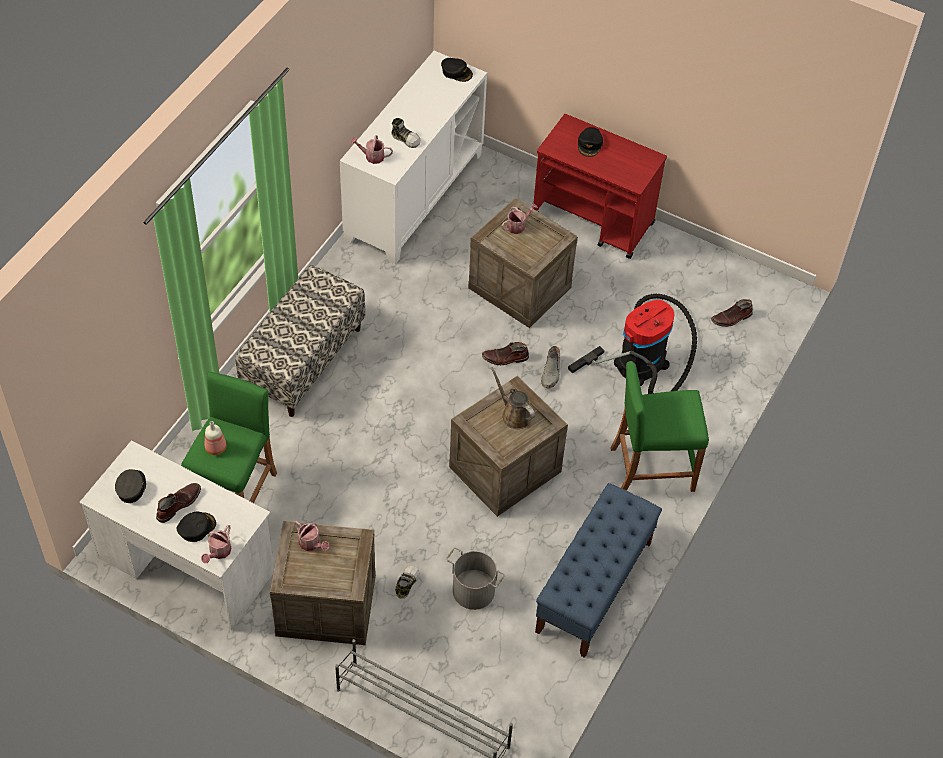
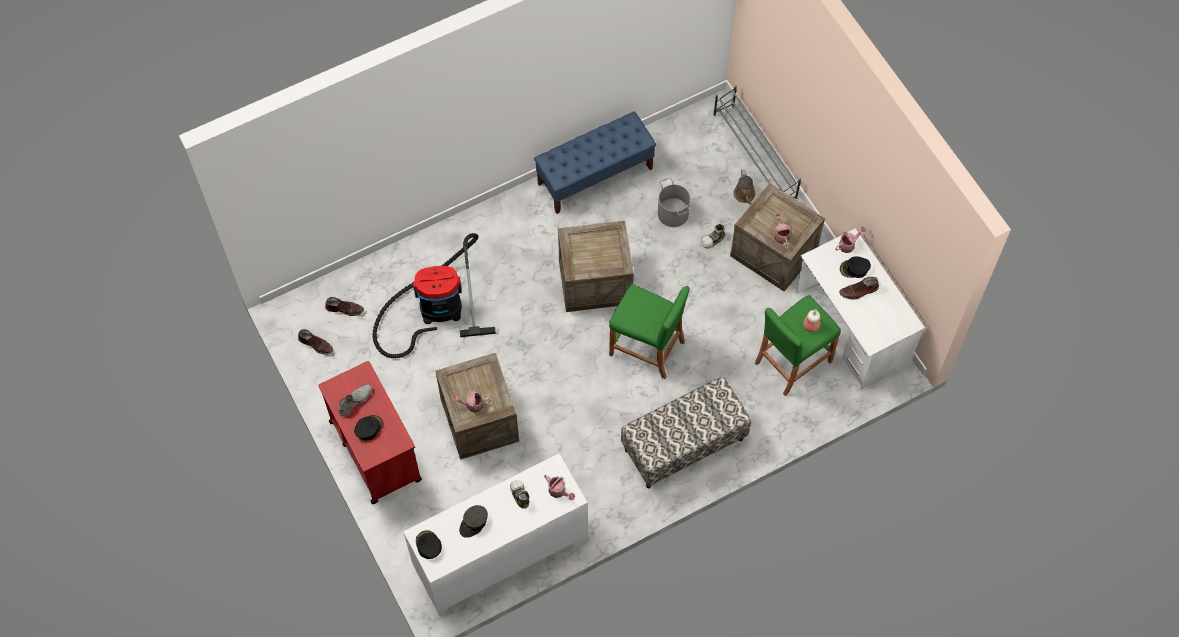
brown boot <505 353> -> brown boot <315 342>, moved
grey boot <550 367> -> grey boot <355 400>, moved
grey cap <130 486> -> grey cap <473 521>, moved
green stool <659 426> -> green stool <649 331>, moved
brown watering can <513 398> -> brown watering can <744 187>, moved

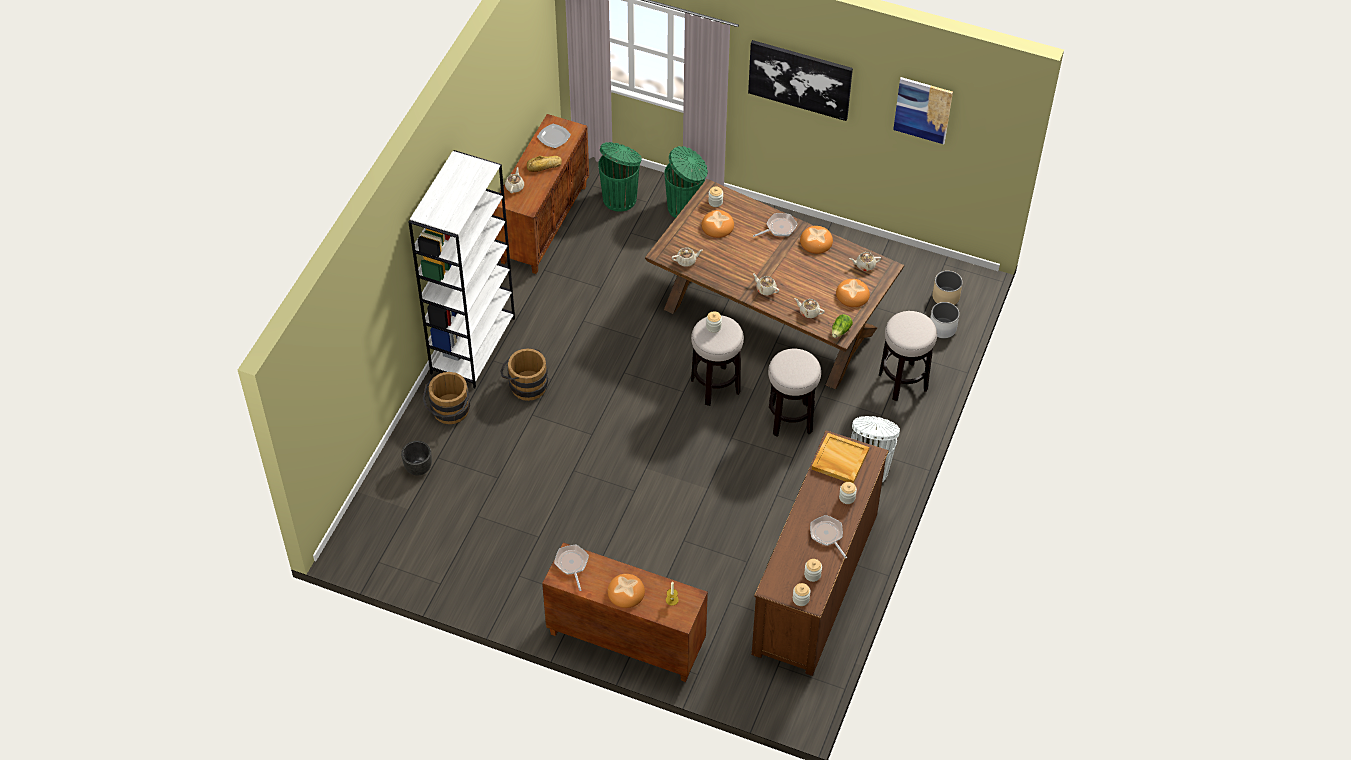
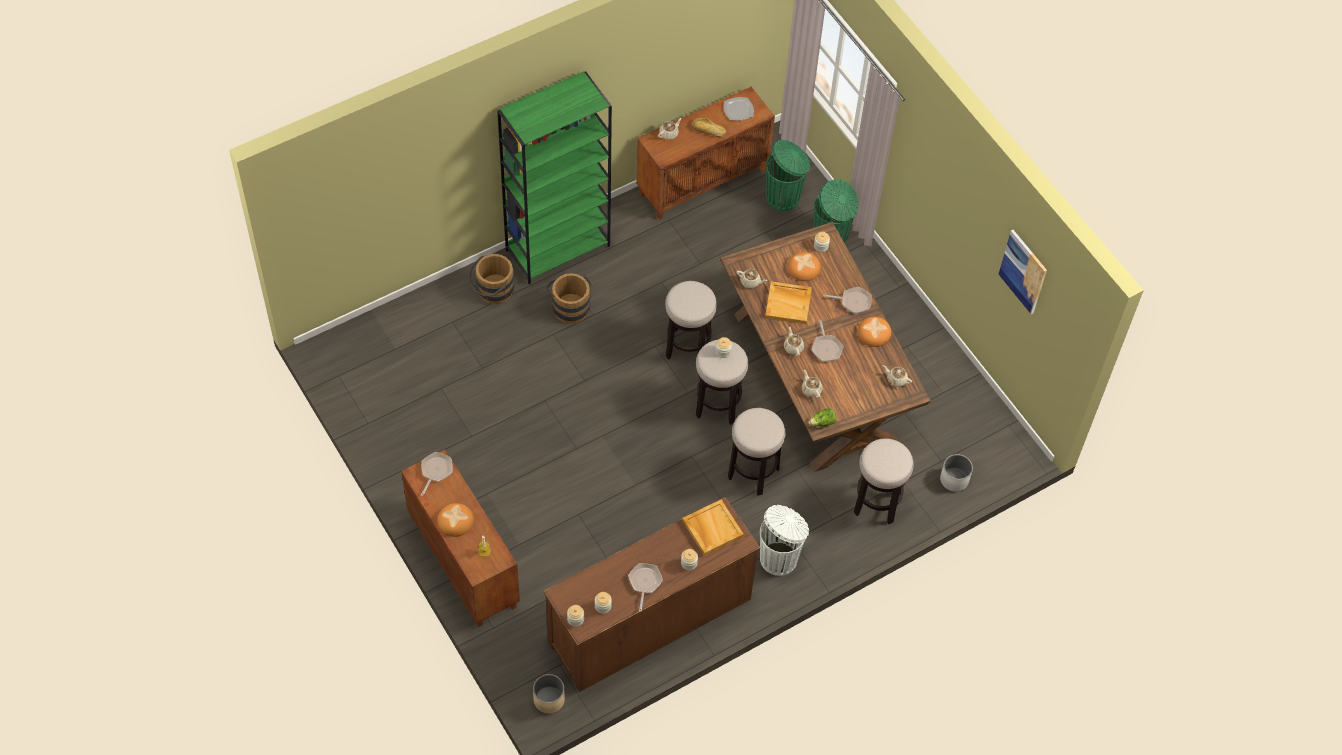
white bookcase <461 269> -> green bookcase <554 177>
beige planter <947 288> -> beige planter <549 694>, moved
none -> stool <691 320>
none -> beige tray <788 302>
none -> frying pan <827 341>
black planter <416 458> -> none
picture <800 80> -> none
bread <853 293> -> none

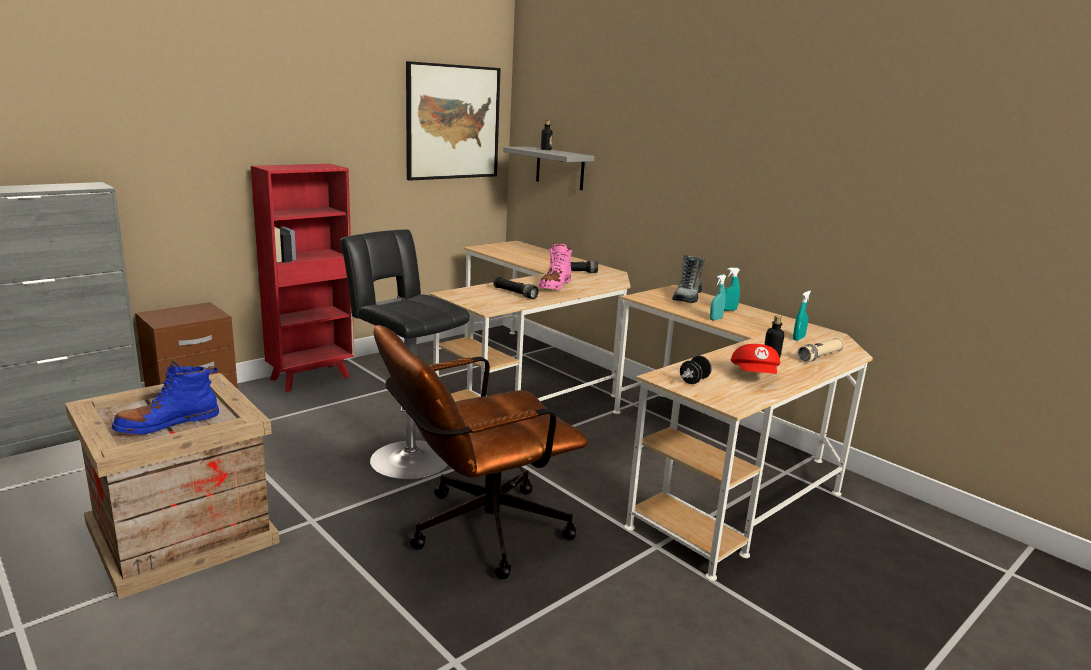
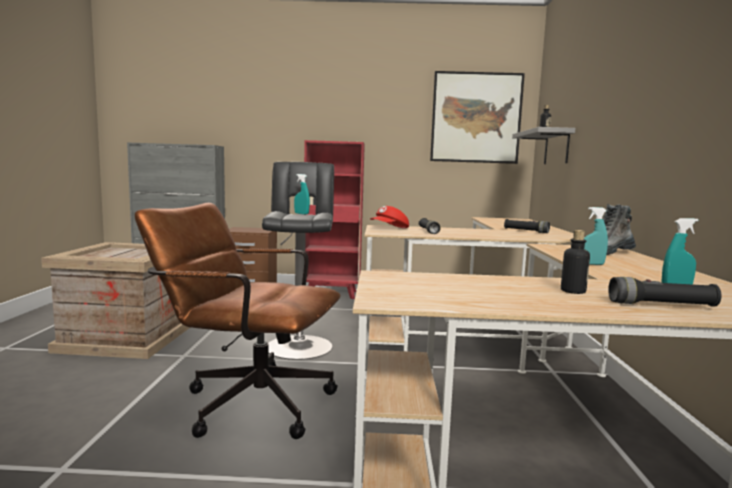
turquoise spray bottle <732 289> -> turquoise spray bottle <302 194>, moved
red cap <755 359> -> red cap <389 217>, moved
beige flashlight <821 350> -> black flashlight <664 292>
blue boot <165 397> -> none
pink boot <555 267> -> none
black dumbbell <696 370> -> none

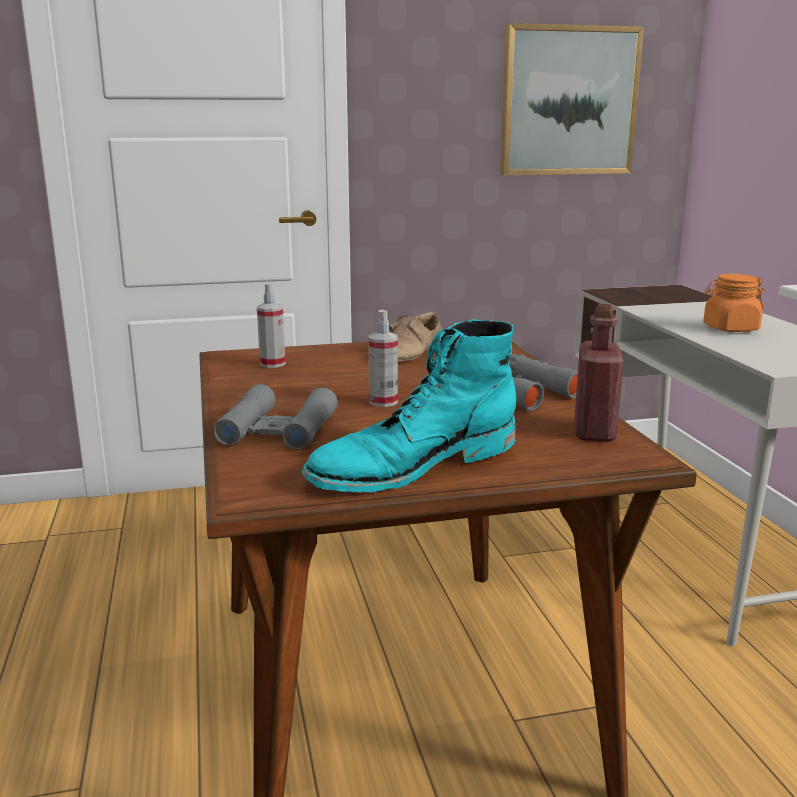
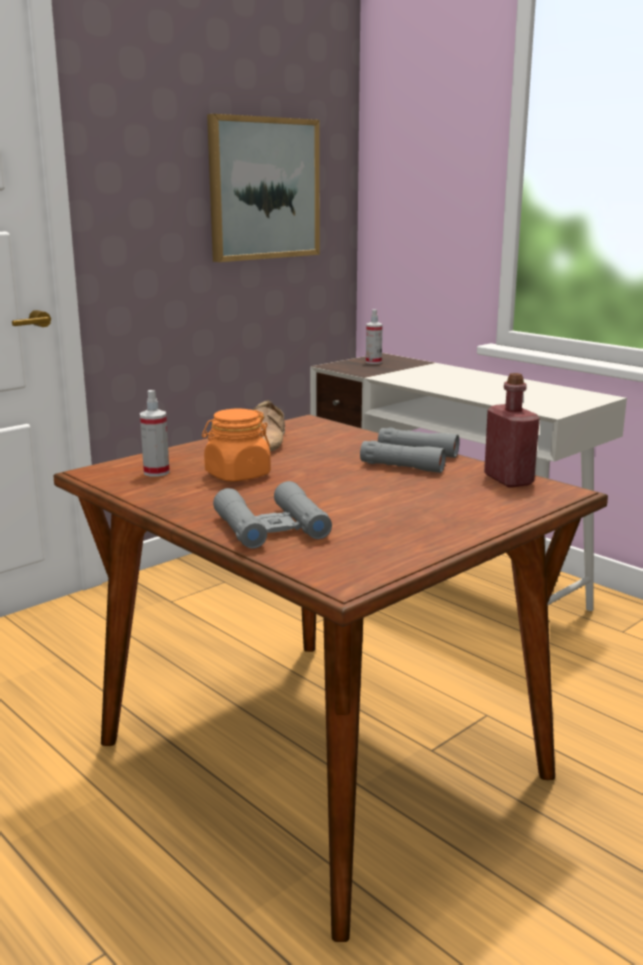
orange jar <733 303> -> orange jar <236 445>, moved
spray bottle <383 358> -> spray bottle <374 336>, moved
turquoise boot <409 406> -> none

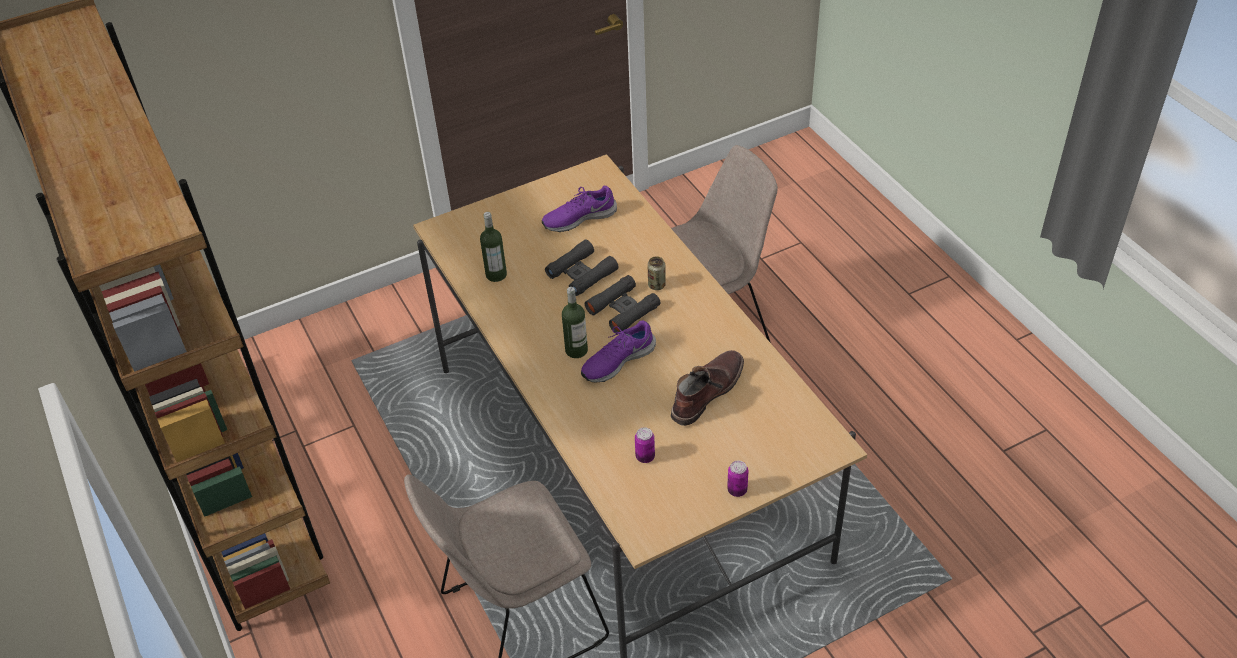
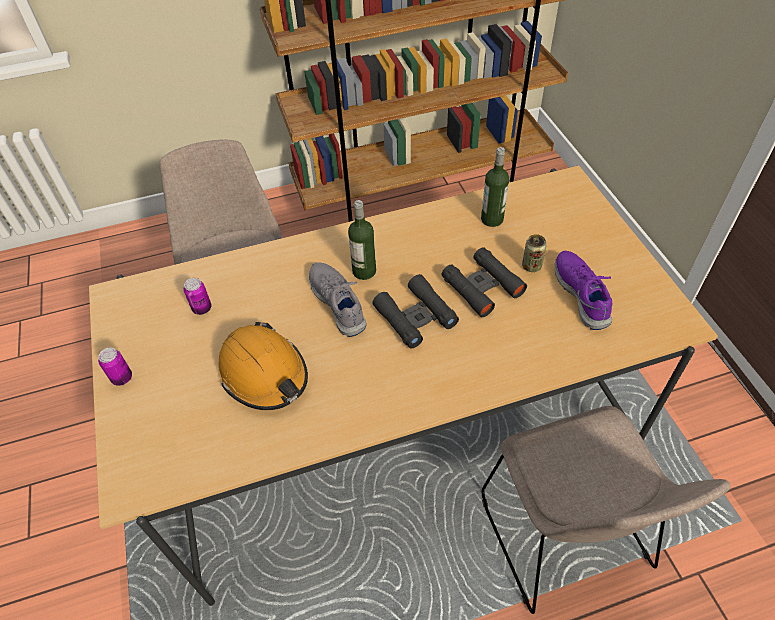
brown boot <707 388> -> orange hard hat <263 366>
purple shoe <618 352> -> grey shoe <337 299>
can <656 273> -> can <534 253>, moved

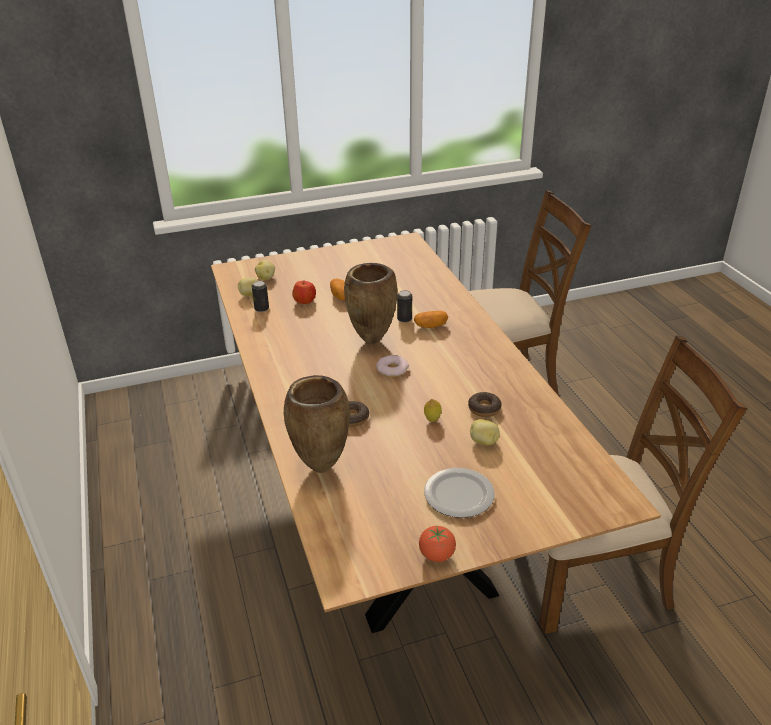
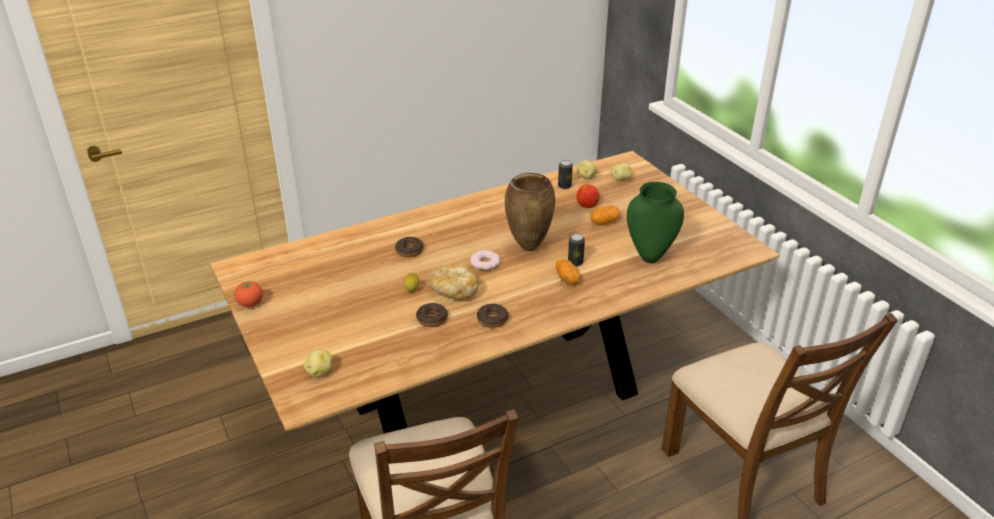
potato <485 432> -> potato <318 363>, moved
none -> bread <454 282>
none -> donut <492 316>
none -> green vase <655 222>
brown vase <317 424> -> none
plate <459 493> -> none

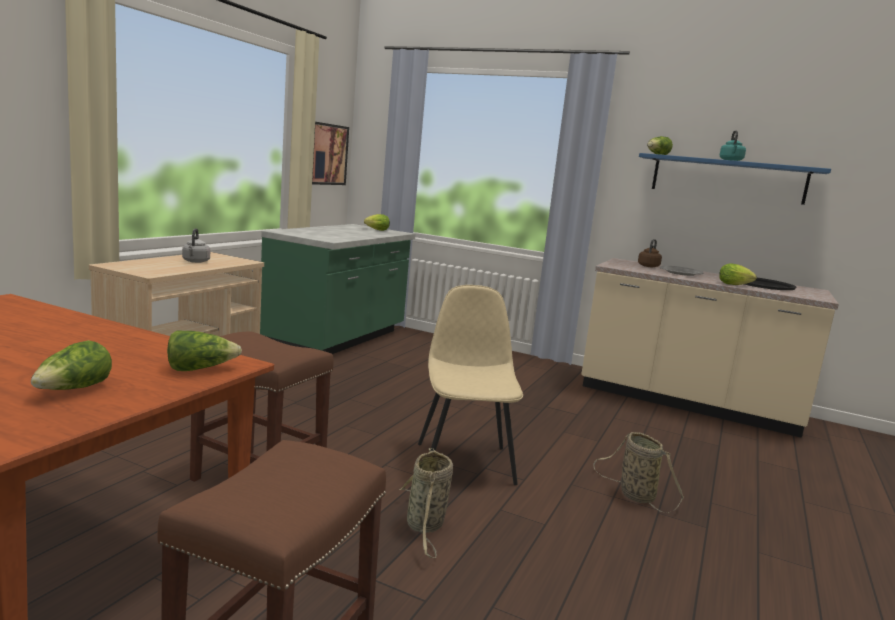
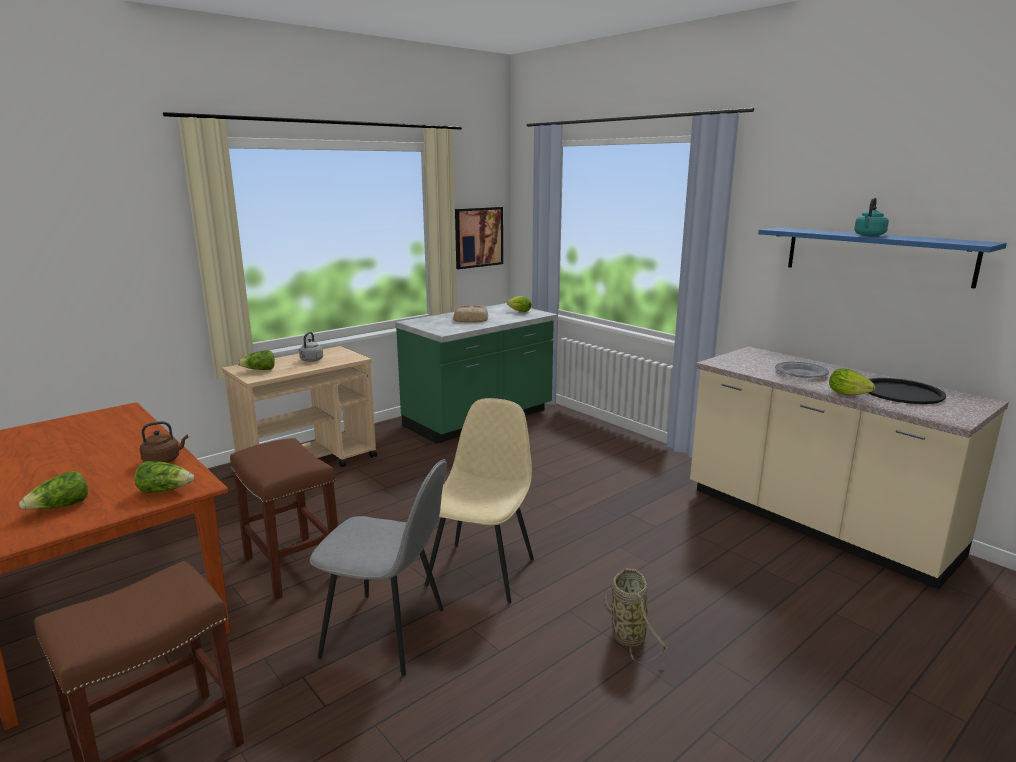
brown kettle <650 253> -> brown kettle <164 442>, moved
lettuce <660 145> -> lettuce <256 360>, moved
basket <426 503> -> grey chair <378 567>
none -> bread <470 313>

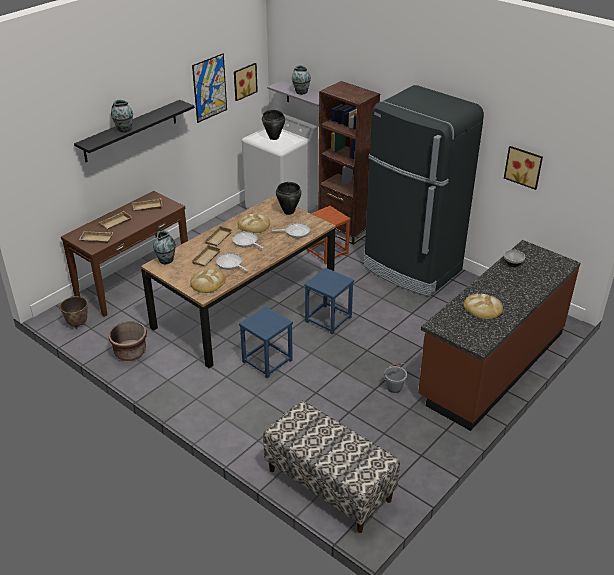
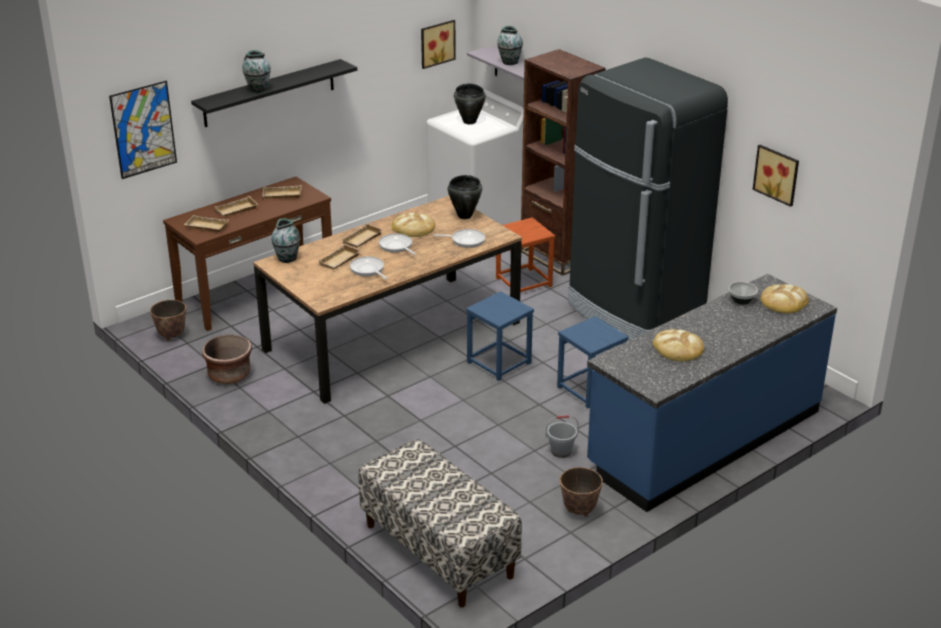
picture <209 88> -> picture <143 130>, moved
blue stool <266 342> -> blue stool <592 362>, moved
none -> planter <581 492>
brown counter <499 335> -> blue counter <712 393>
bread <208 281> -> bread <785 298>, moved

